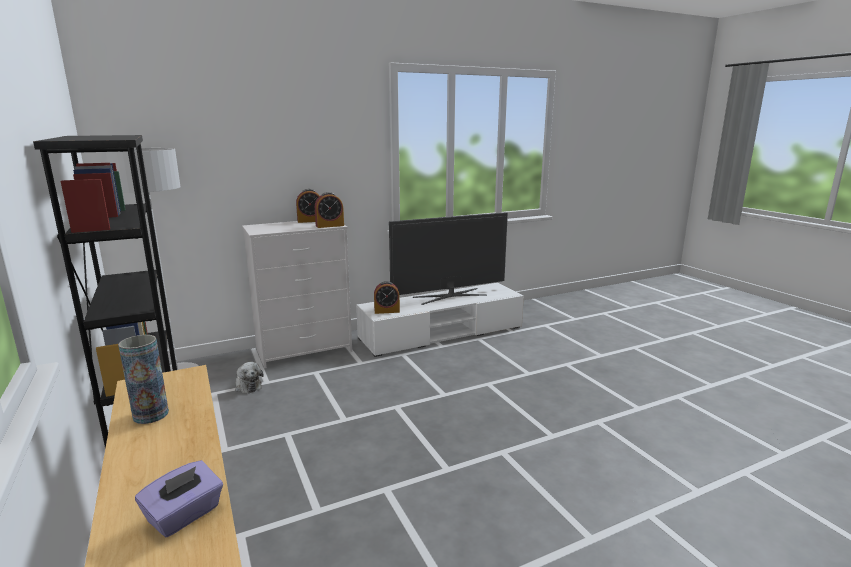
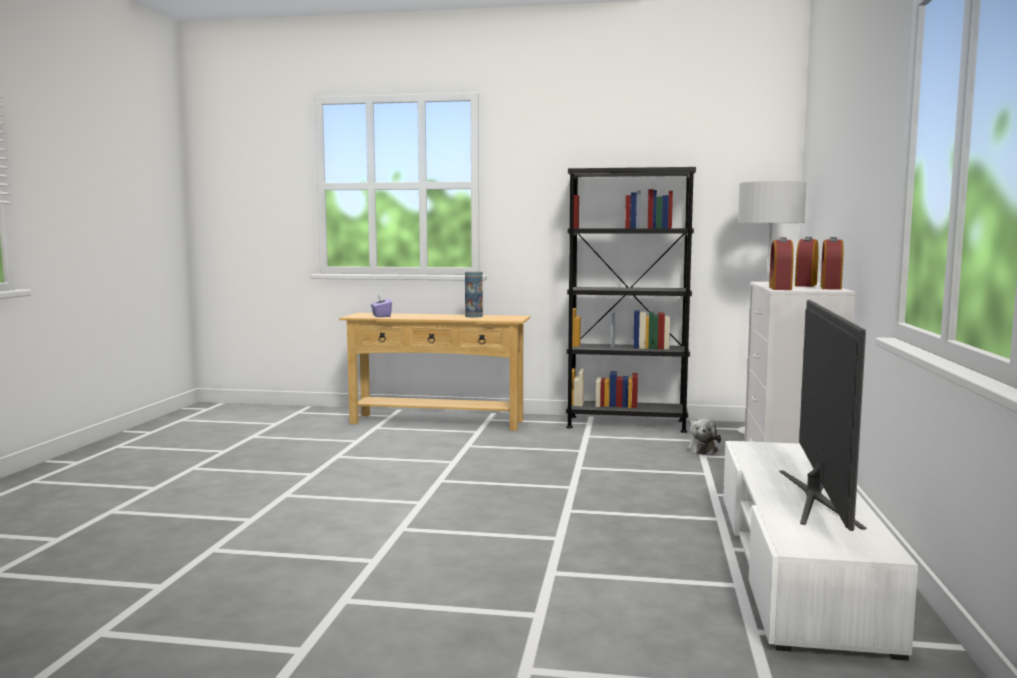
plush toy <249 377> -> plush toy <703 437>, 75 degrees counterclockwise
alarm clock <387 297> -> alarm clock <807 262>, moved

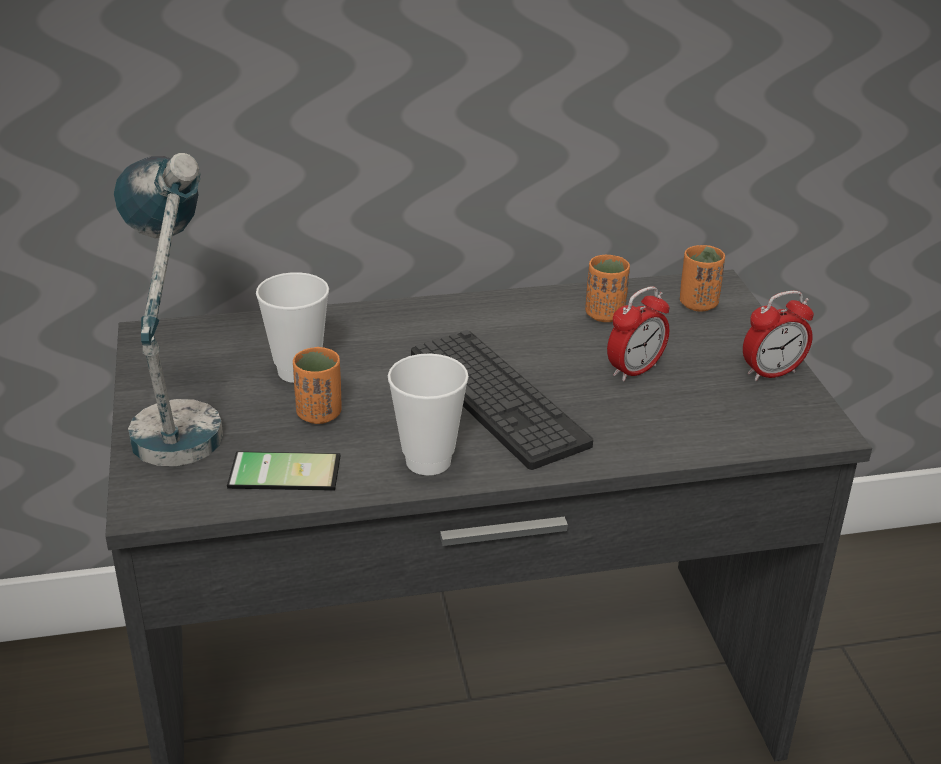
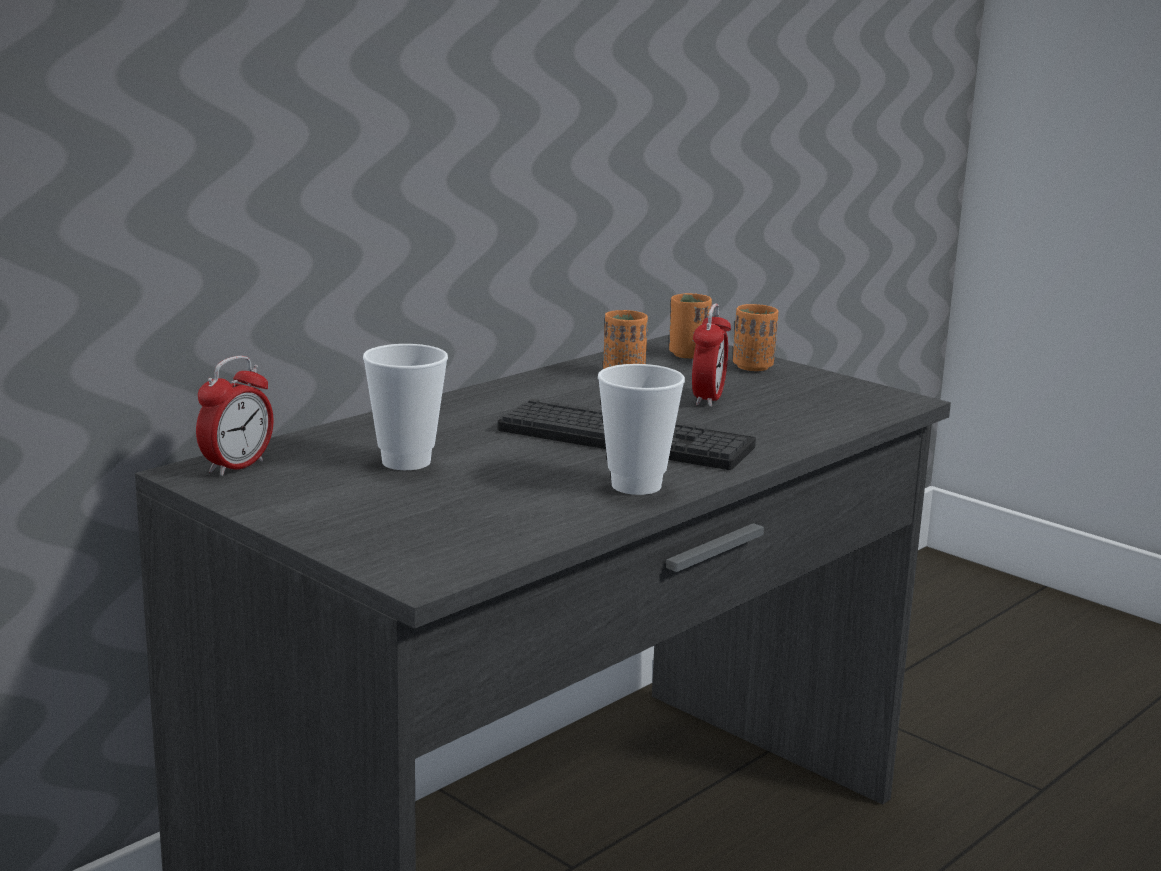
alarm clock <778 336> -> alarm clock <235 416>, moved
orange cup <317 385> -> orange cup <755 337>, moved
table lamp <168 309> -> none
phone <283 467> -> none

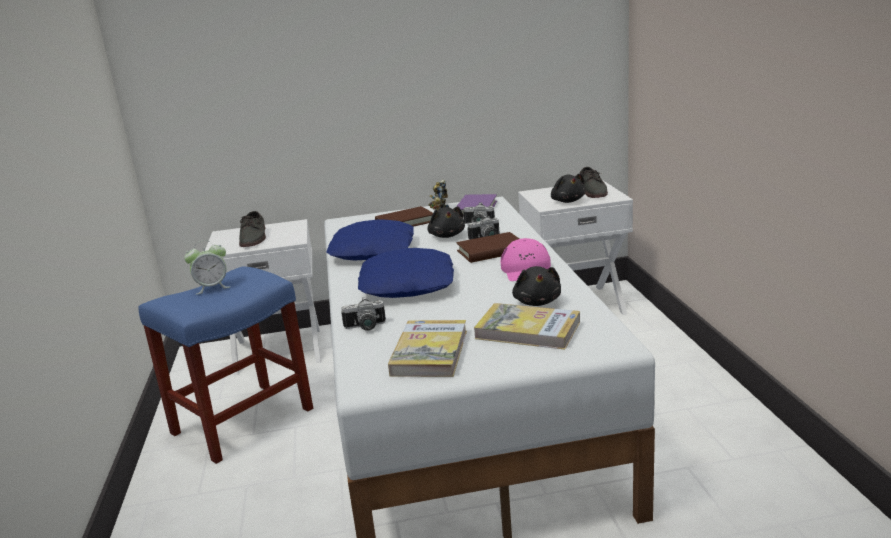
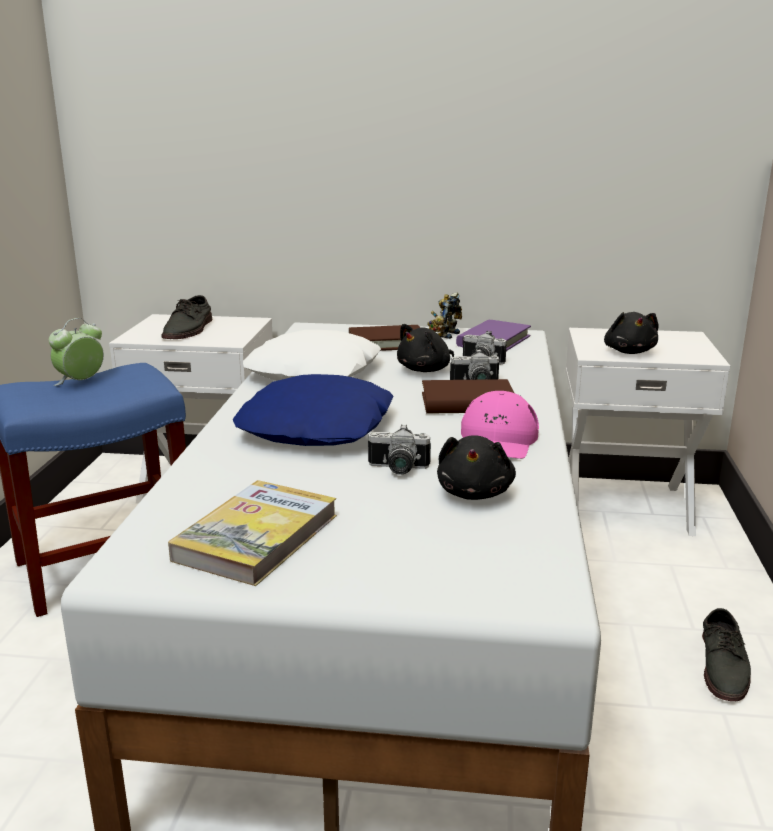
alarm clock <207 267> -> alarm clock <76 352>, 135 degrees clockwise
blue pillow <370 239> -> white pillow <312 355>
photo camera <363 313> -> photo camera <399 449>, moved
black plush toy <446 222> -> black plush toy <425 348>, 45 degrees clockwise
grey shoe <594 182> -> grey shoe <726 654>, moved
book <527 326> -> none

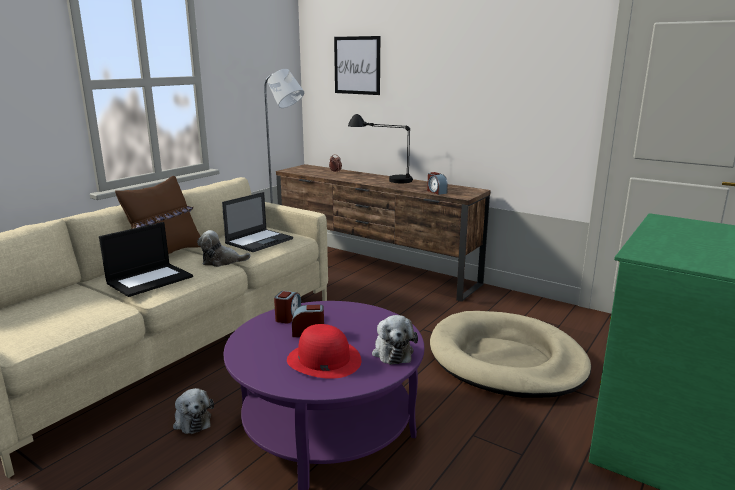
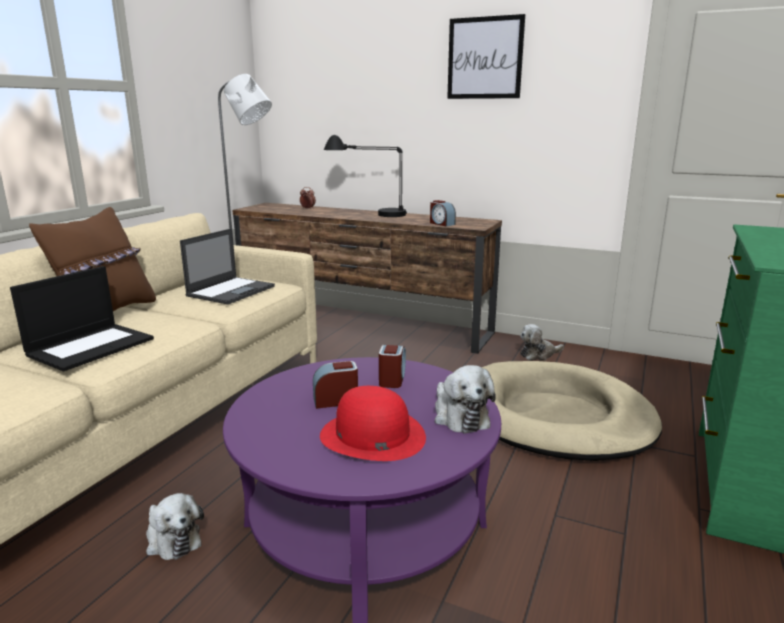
alarm clock <287 307> -> alarm clock <392 366>, moved
picture <357 65> -> picture <486 56>, moved
plush toy <224 248> -> plush toy <542 342>, moved

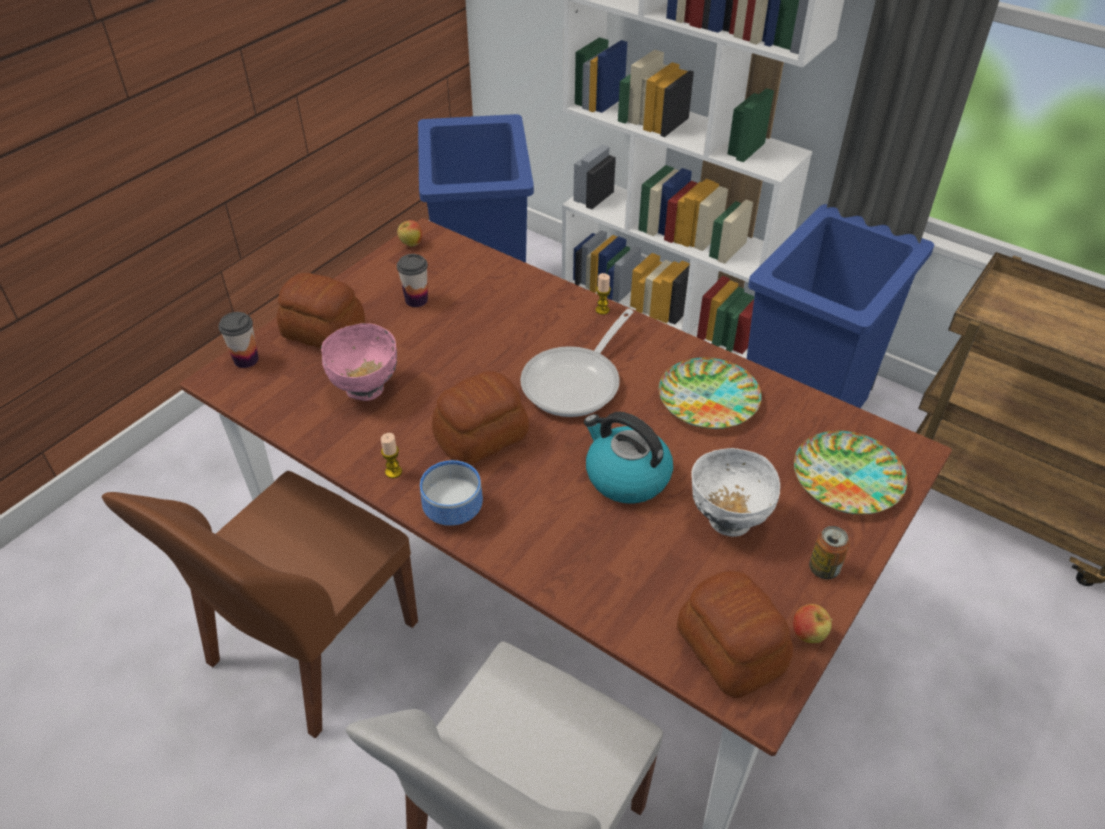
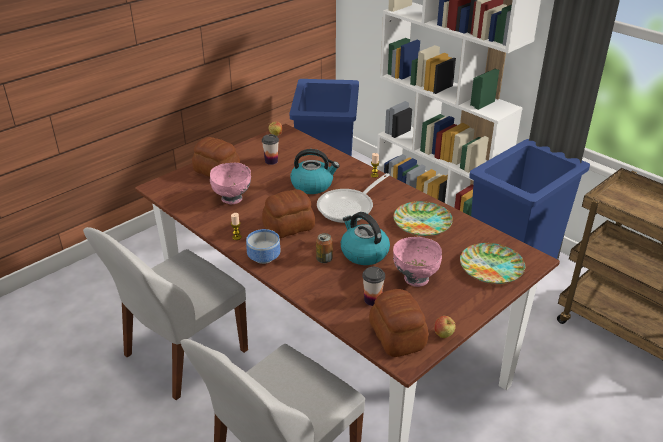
brown chair <260 604> -> white chair <165 313>
none -> kettle <315 171>
can <829 552> -> can <324 248>, moved
cup <238 340> -> cup <373 286>, moved
white bowl <735 492> -> pink bowl <417 262>

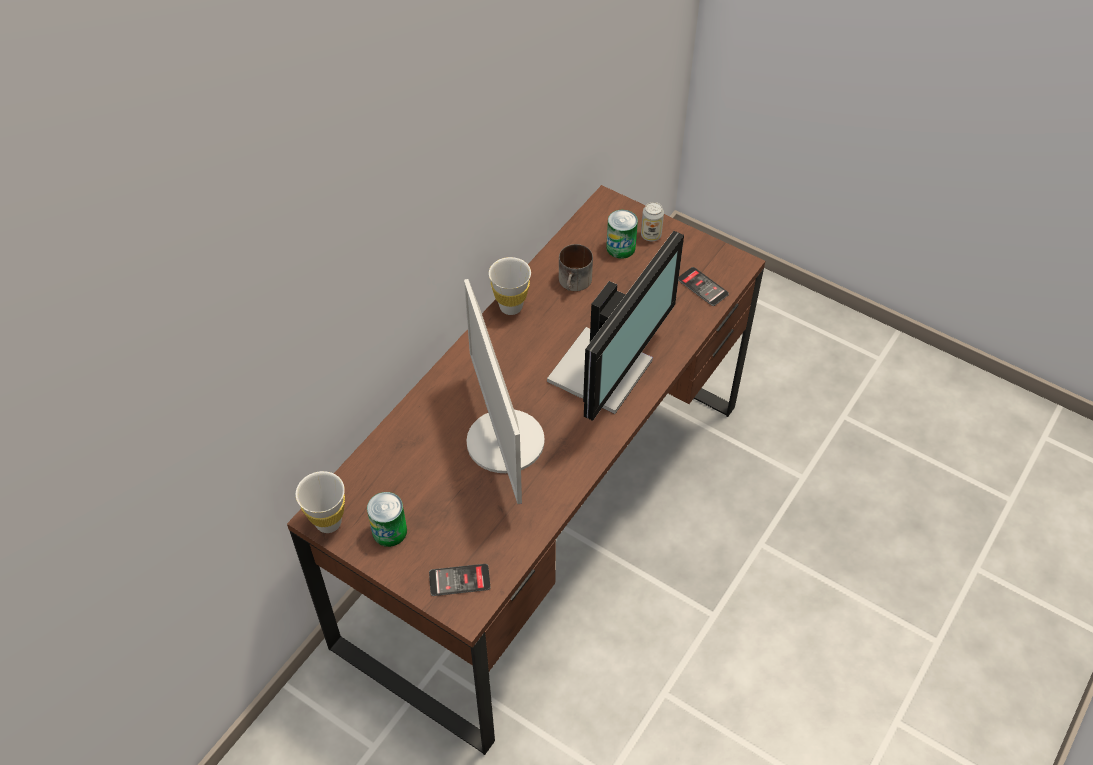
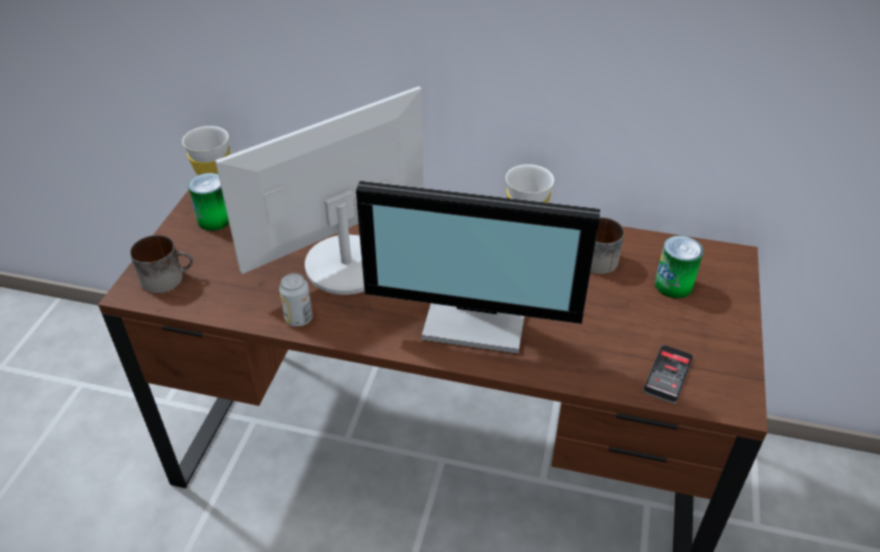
phone <460 580> -> mug <161 264>
can <652 221> -> can <296 300>, moved

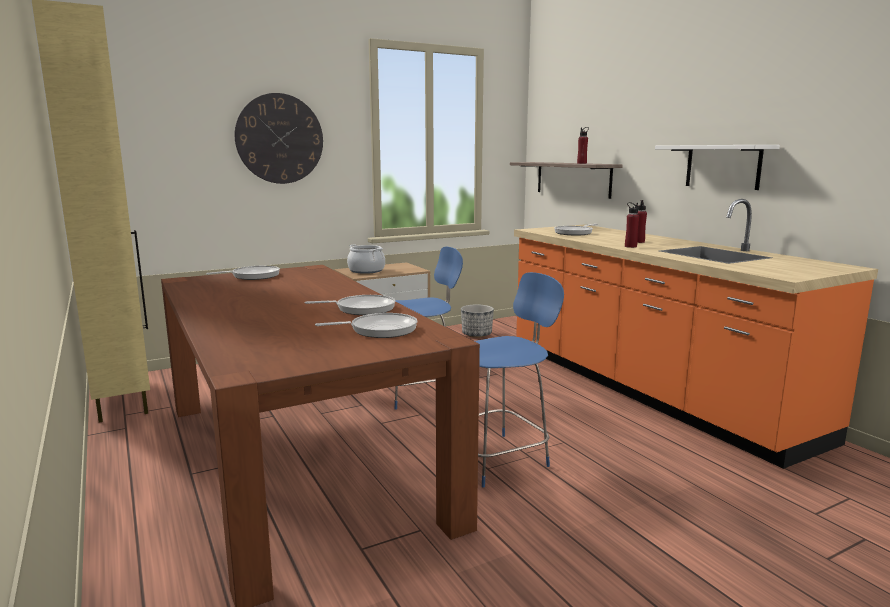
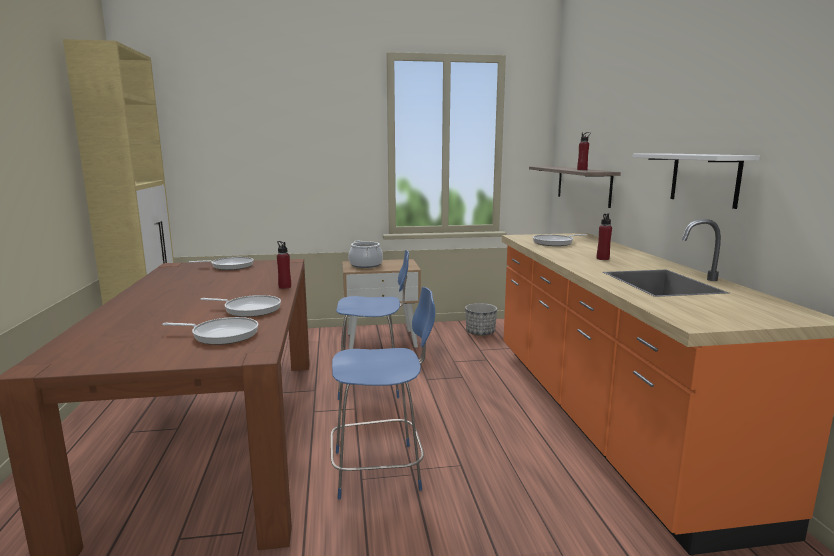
red bottle <632 225> -> red bottle <284 265>, moved
wall clock <279 138> -> none

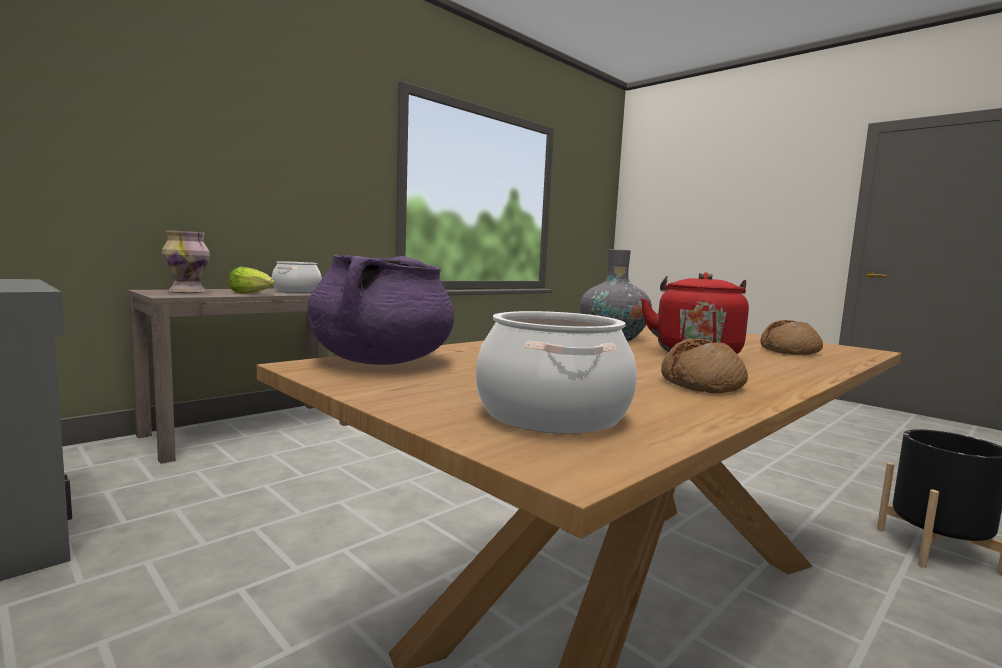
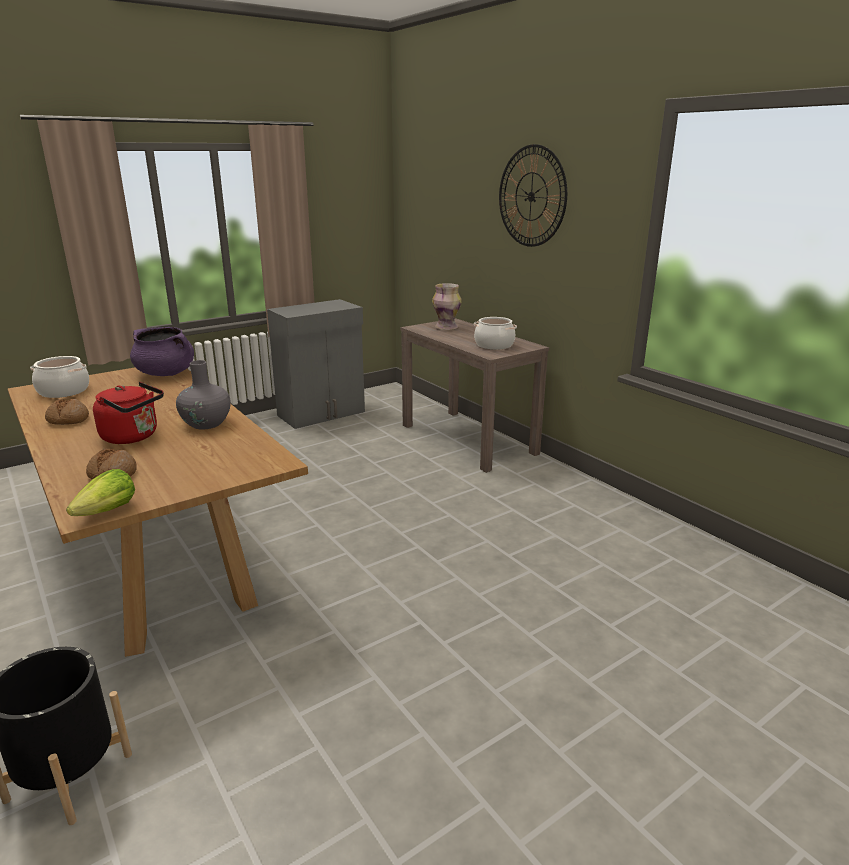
lettuce <252 280> -> lettuce <100 492>, moved
none -> wall clock <533 195>

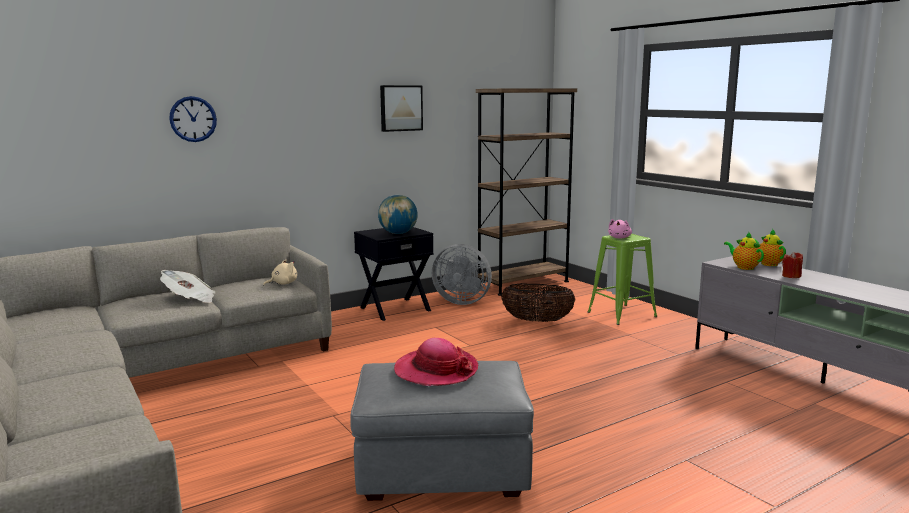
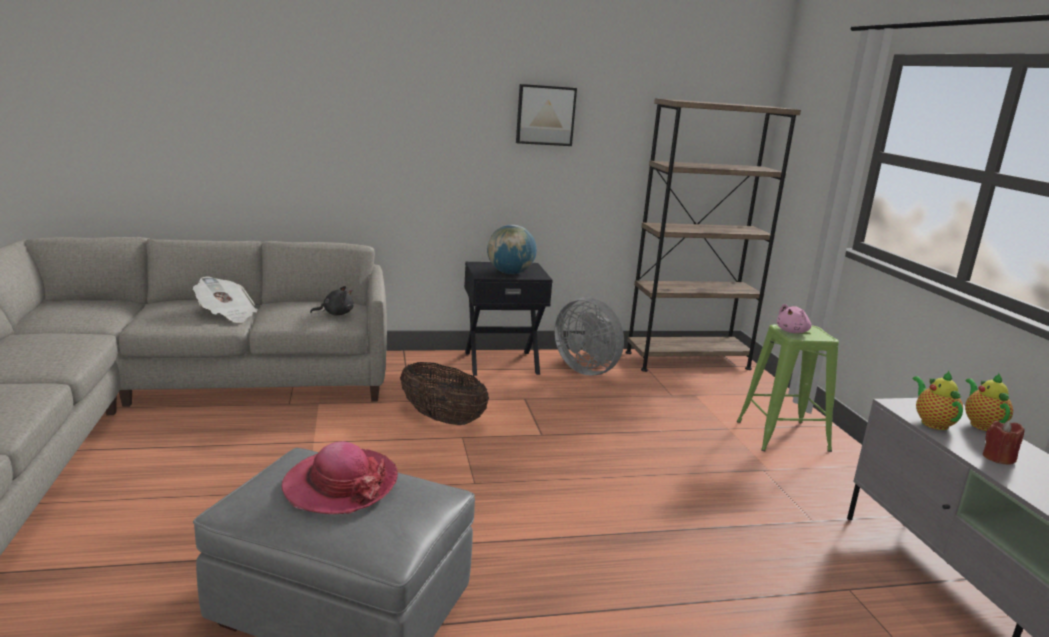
beige plush toy <280 273> -> black plush toy <332 301>
basket <538 302> -> basket <444 393>, moved
wall clock <193 119> -> none

